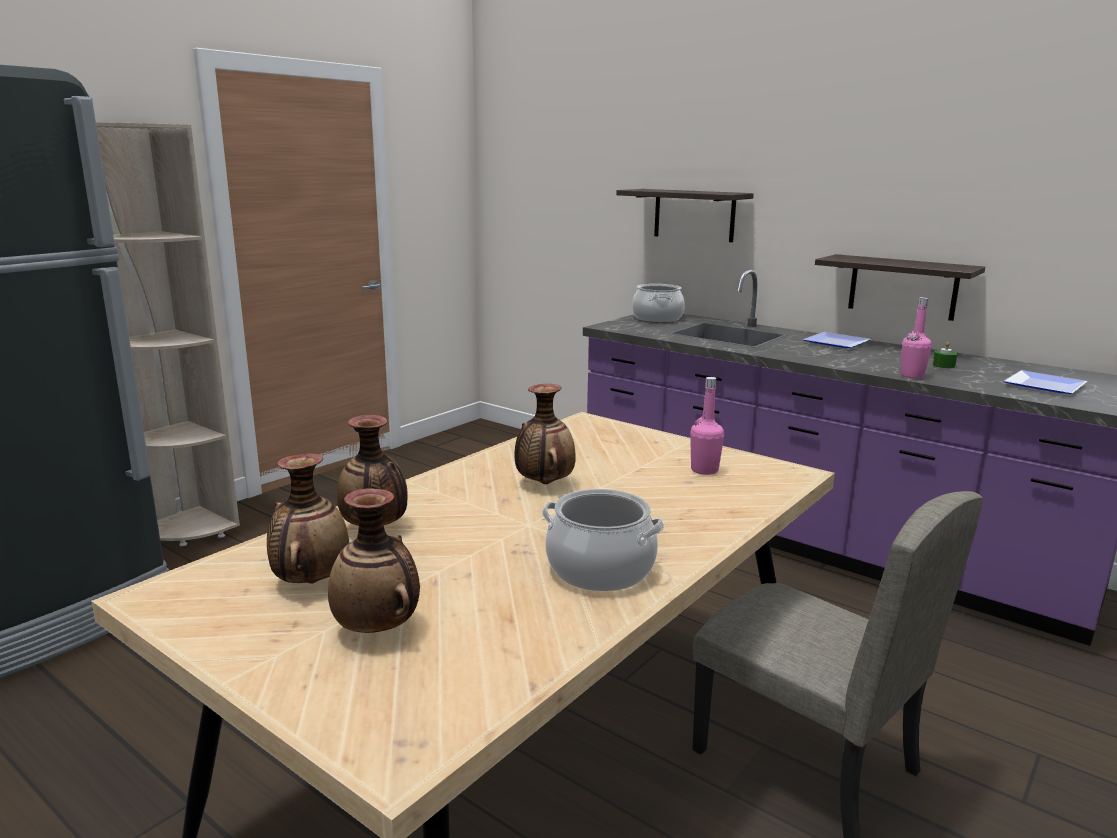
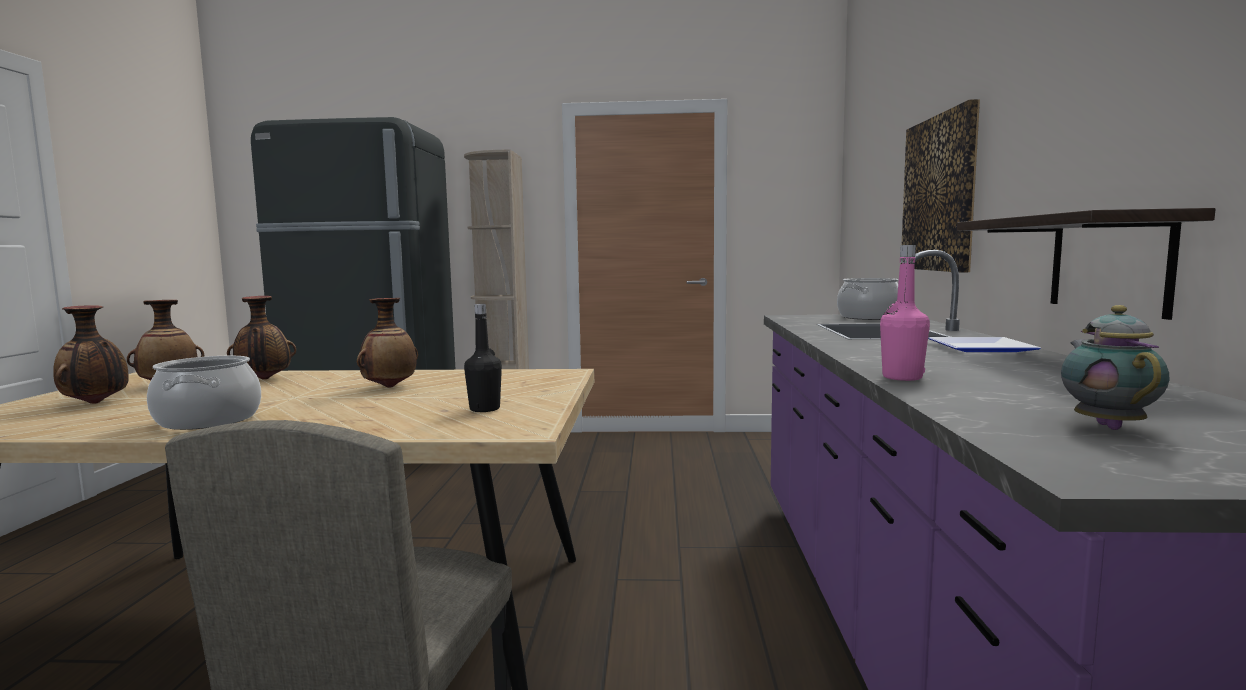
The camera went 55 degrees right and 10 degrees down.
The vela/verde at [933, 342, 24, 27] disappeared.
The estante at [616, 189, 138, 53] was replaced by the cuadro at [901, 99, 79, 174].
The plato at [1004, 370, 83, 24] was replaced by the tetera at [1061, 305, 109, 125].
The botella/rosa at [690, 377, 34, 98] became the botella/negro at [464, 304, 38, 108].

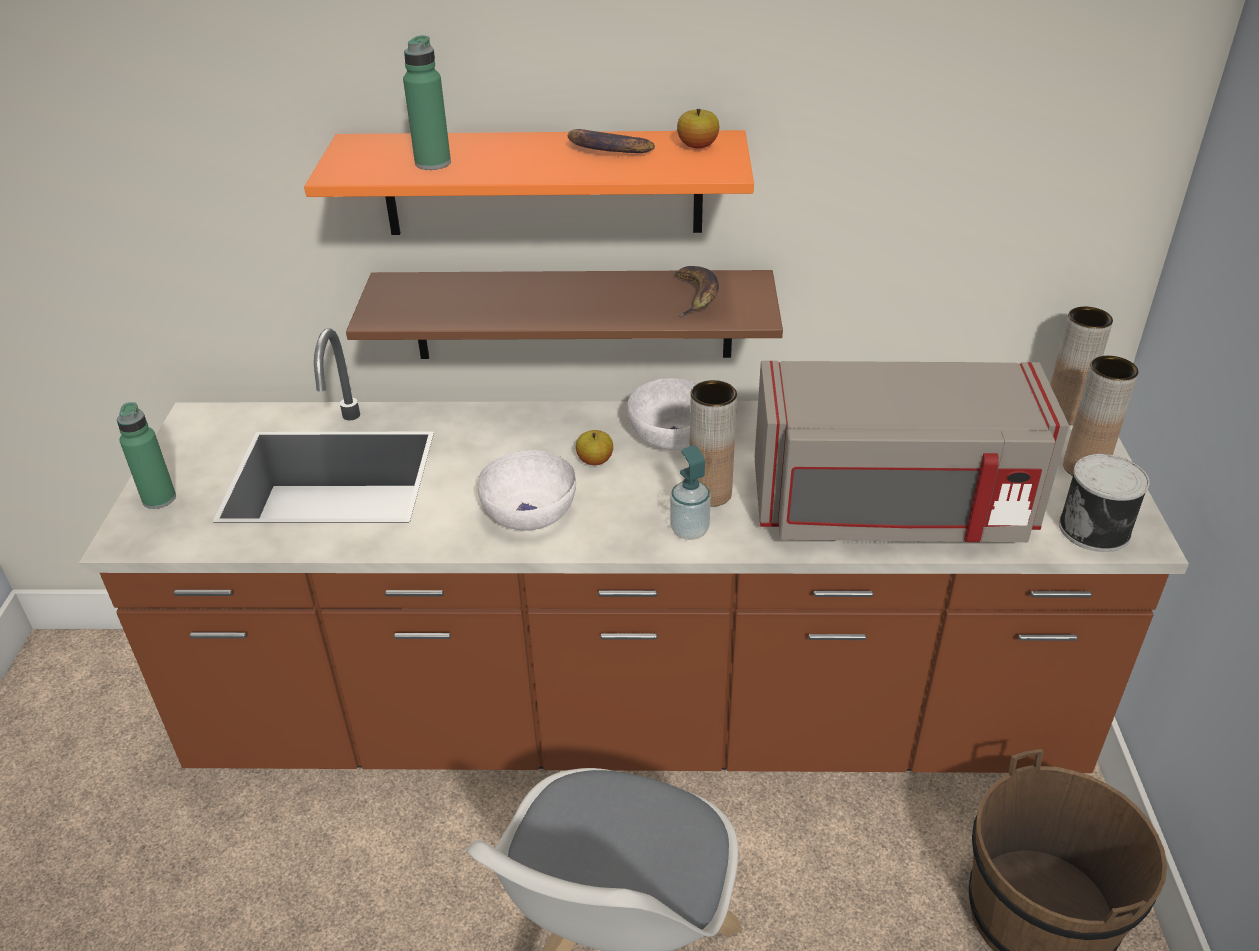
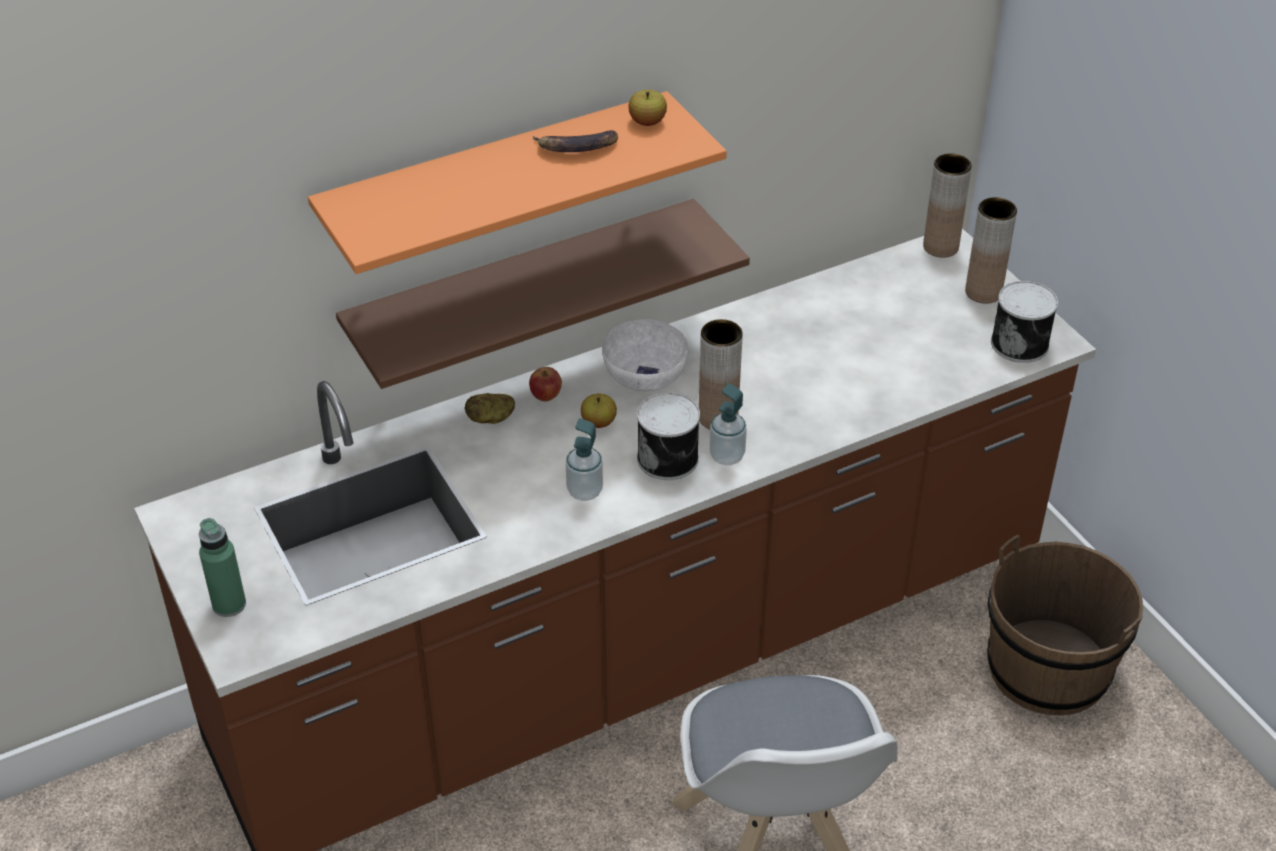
The camera went 30 degrees left and 5 degrees up.
The botella/verde at [403, 35, 48, 135] disappeared.
The plátano at [675, 266, 44, 51] disappeared.
The microondas/gris at [755, 361, 314, 181] disappeared.
The patata at [465, 393, 50, 31] appeared.
The manzana at [529, 367, 33, 34] appeared.
The lata at [637, 392, 63, 88] appeared.
The cuenco/blanco at [478, 450, 98, 81] was replaced by the dispensador de jabón at [566, 418, 37, 83].

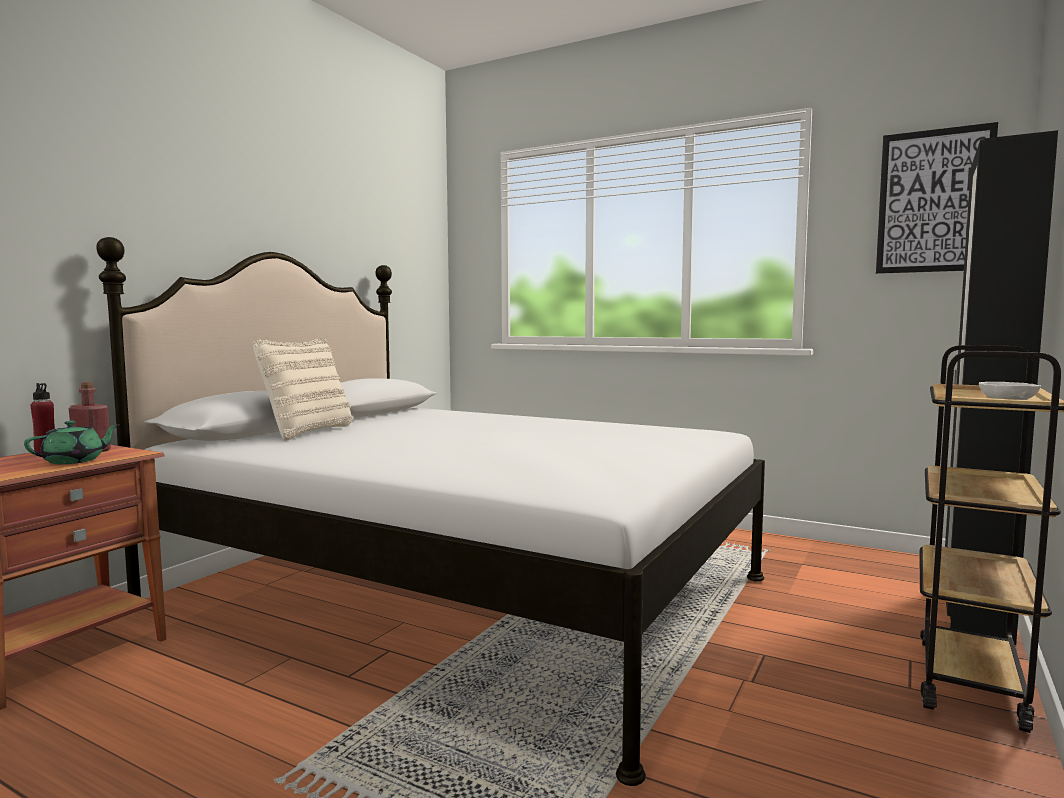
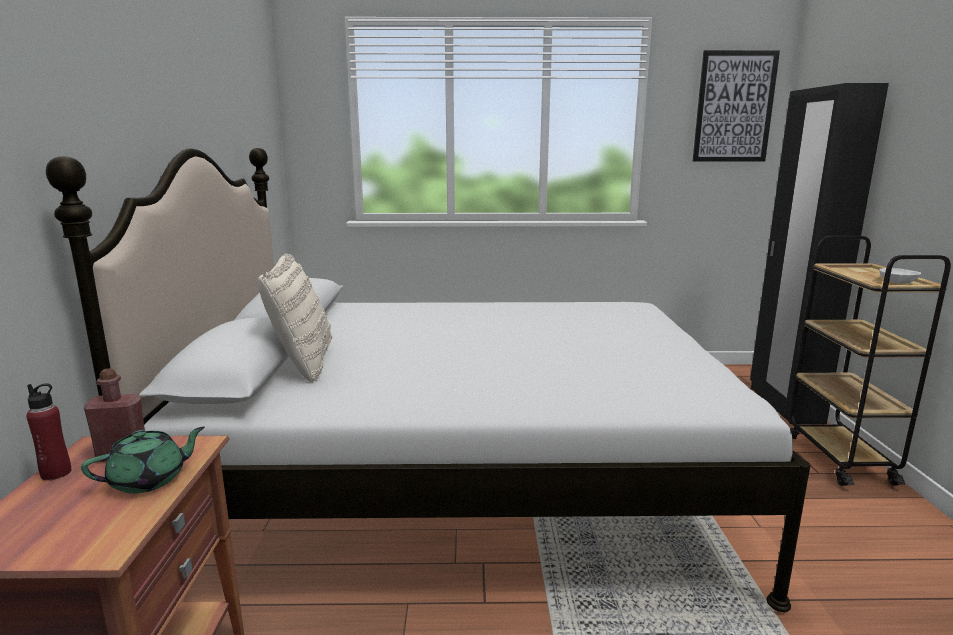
The camera went 30 degrees left and 10 degrees up.
The tetera/verde at [24, 421, 96, 43] turned 45 degrees clockwise.

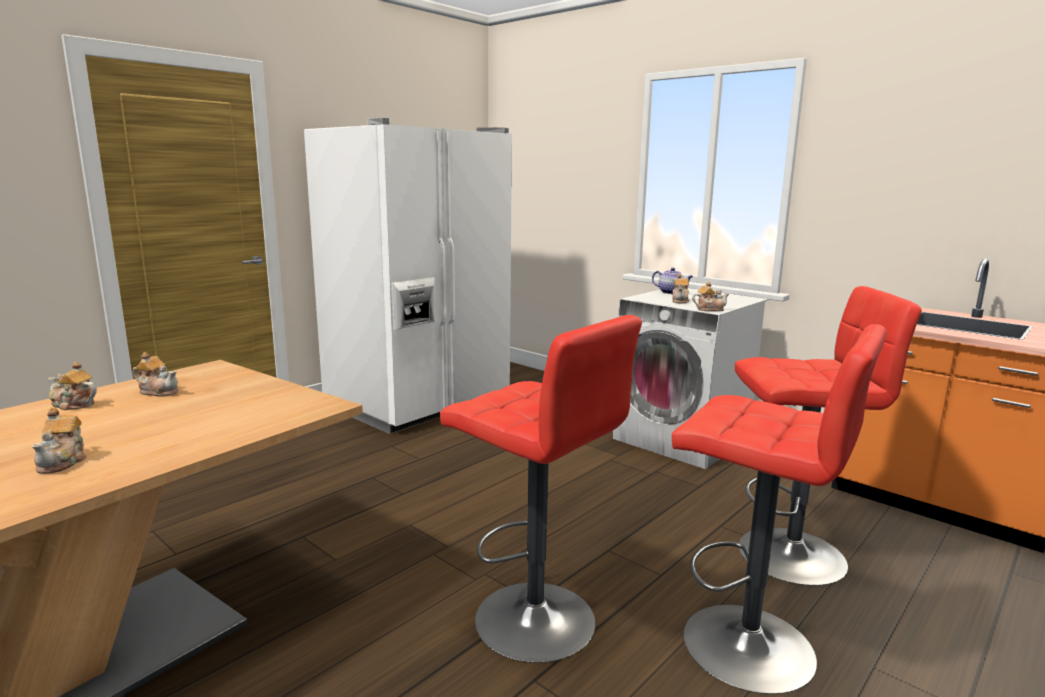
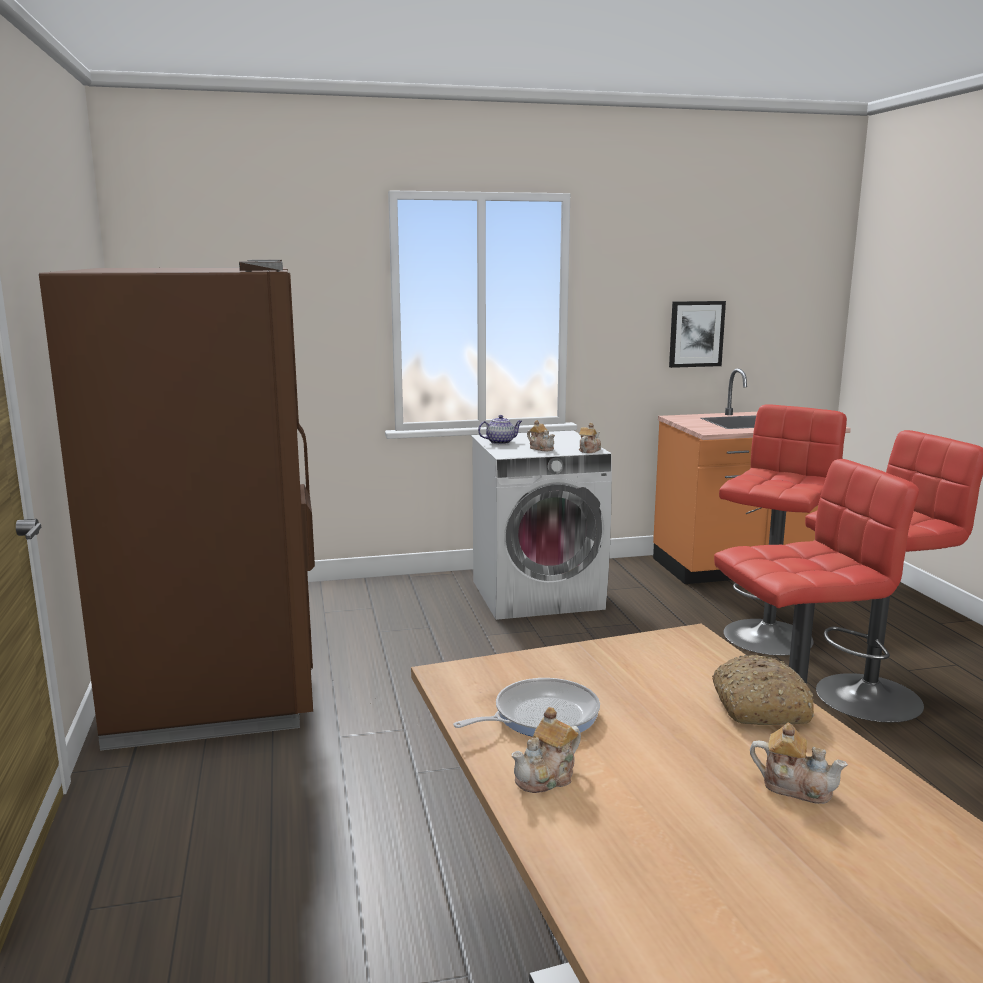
The camera went 55 degrees left and 0 degrees up.
The cuadro at [669, 301, 57, 67] appeared.
The pan at [712, 655, 102, 70] appeared.
The tetera at [133, 352, 46, 45] was replaced by the sartén at [453, 678, 147, 59].
The nevera/blanco at [304, 118, 208, 316] became the nevera/marrón at [39, 260, 276, 491].

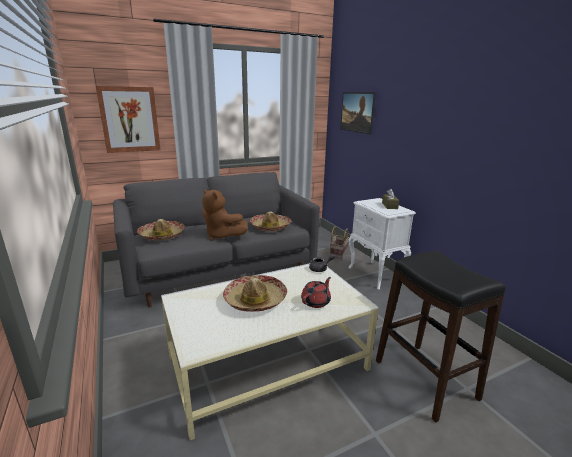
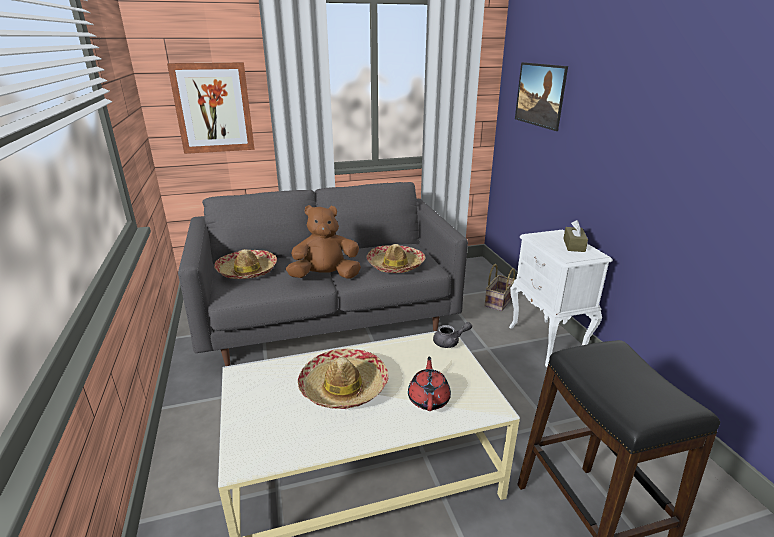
The camera went 10 degrees right and 5 degrees up.
The peluche/marrón at [202, 189, 46, 52] turned 120 degrees clockwise.
The tetera/rojo at [301, 277, 30, 31] turned 45 degrees counterclockwise.

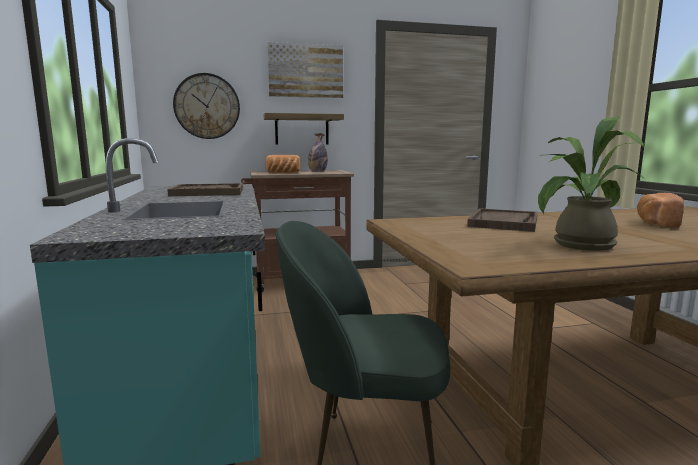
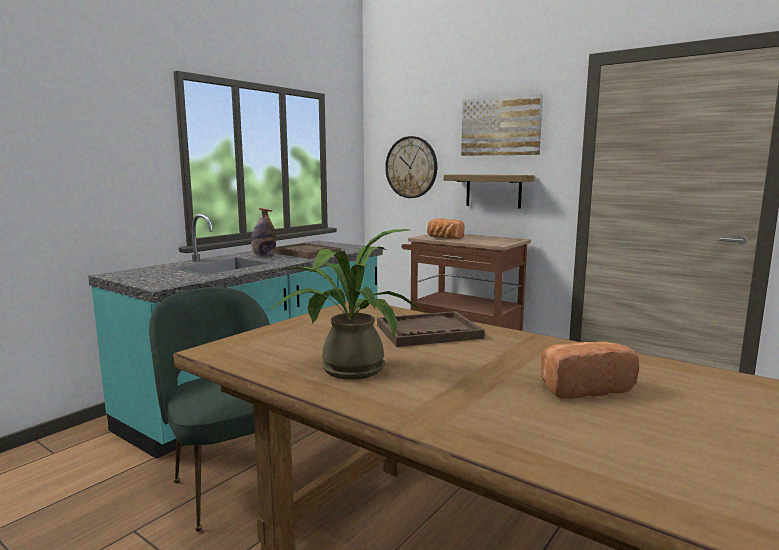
The camera went 50 degrees right and 0 degrees up.
The botella moved from [308, 133, 20, 39] to [251, 208, 25, 48].

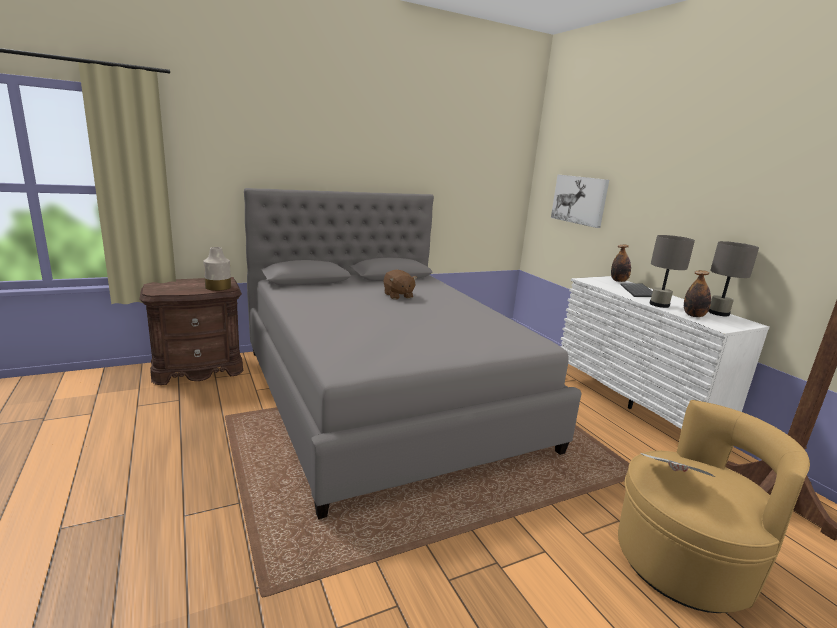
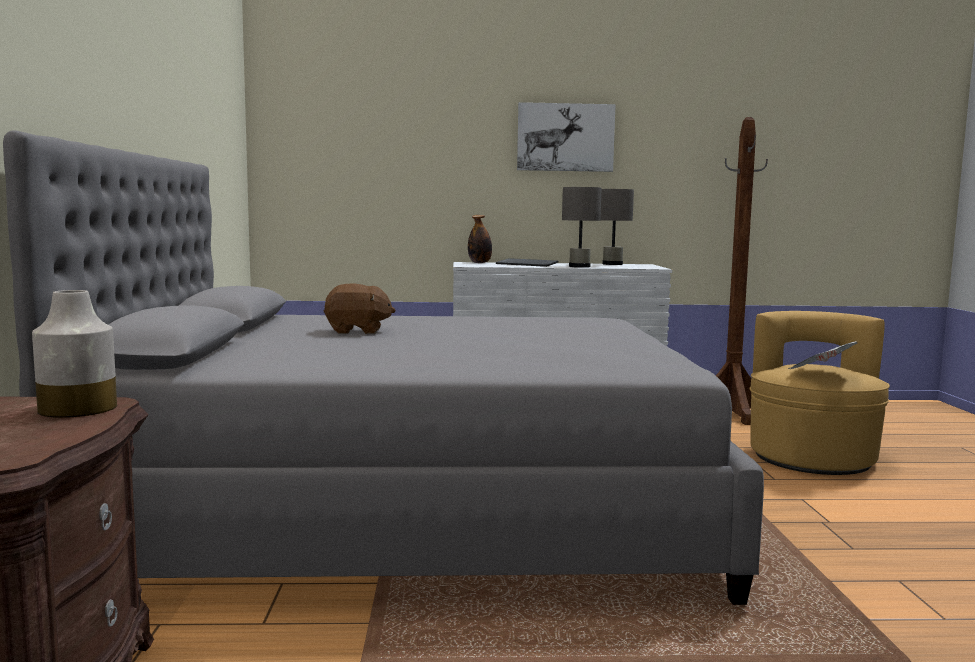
The camera went 65 degrees left and 10 degrees down.
The botella at [684, 270, 27, 47] disappeared.
The cuadro moved from [551, 175, 58, 53] to [517, 102, 99, 70].

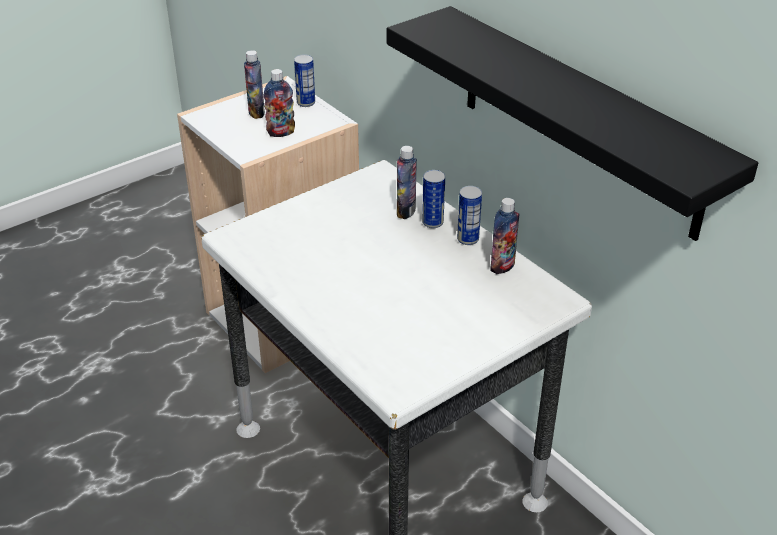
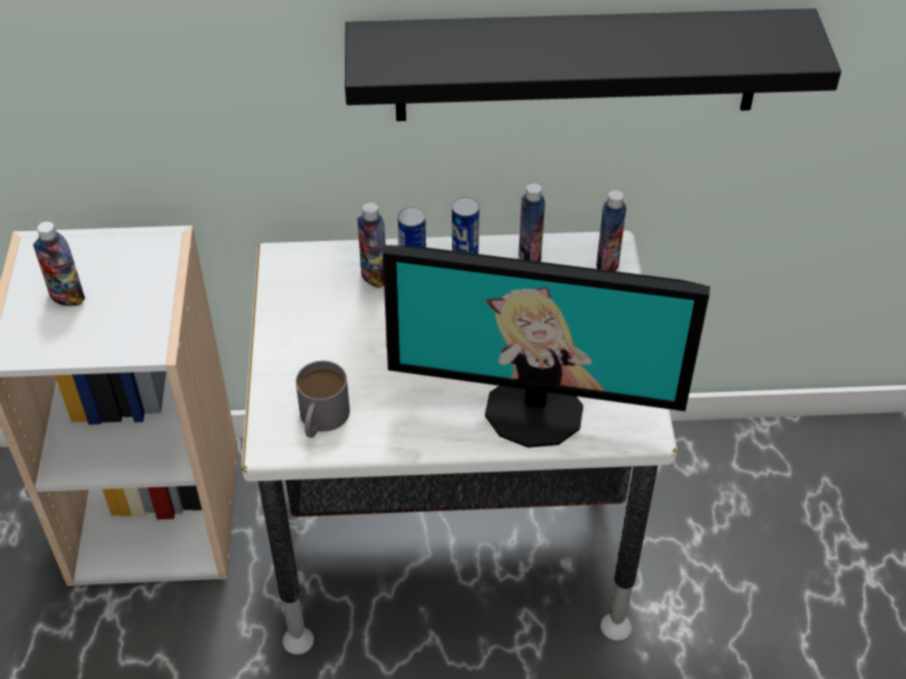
The camera went 55 degrees left and 10 degrees up.
The lata at [294, 54, 21, 53] disappeared.
The taza grande/gris at [296, 361, 54, 77] appeared.
The monitor at [383, 245, 327, 203] appeared.
The botella moved from [264, 69, 31, 68] to [596, 190, 30, 81].

